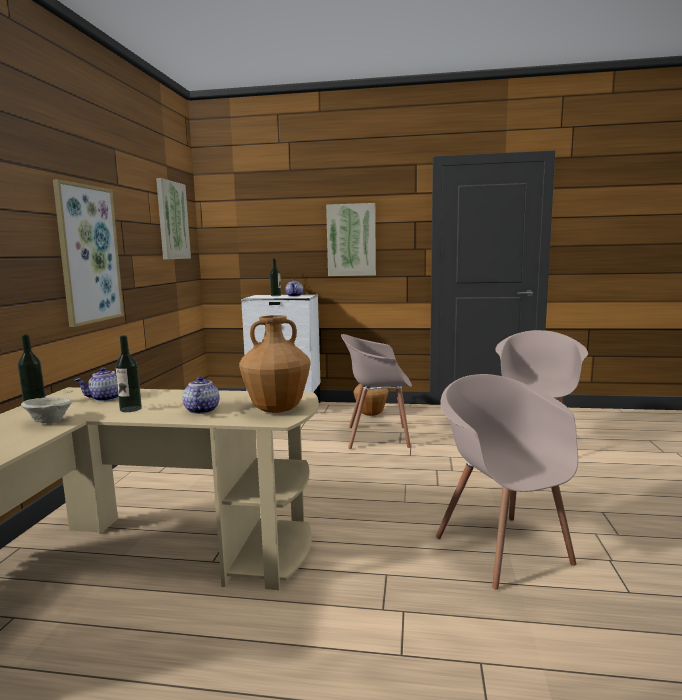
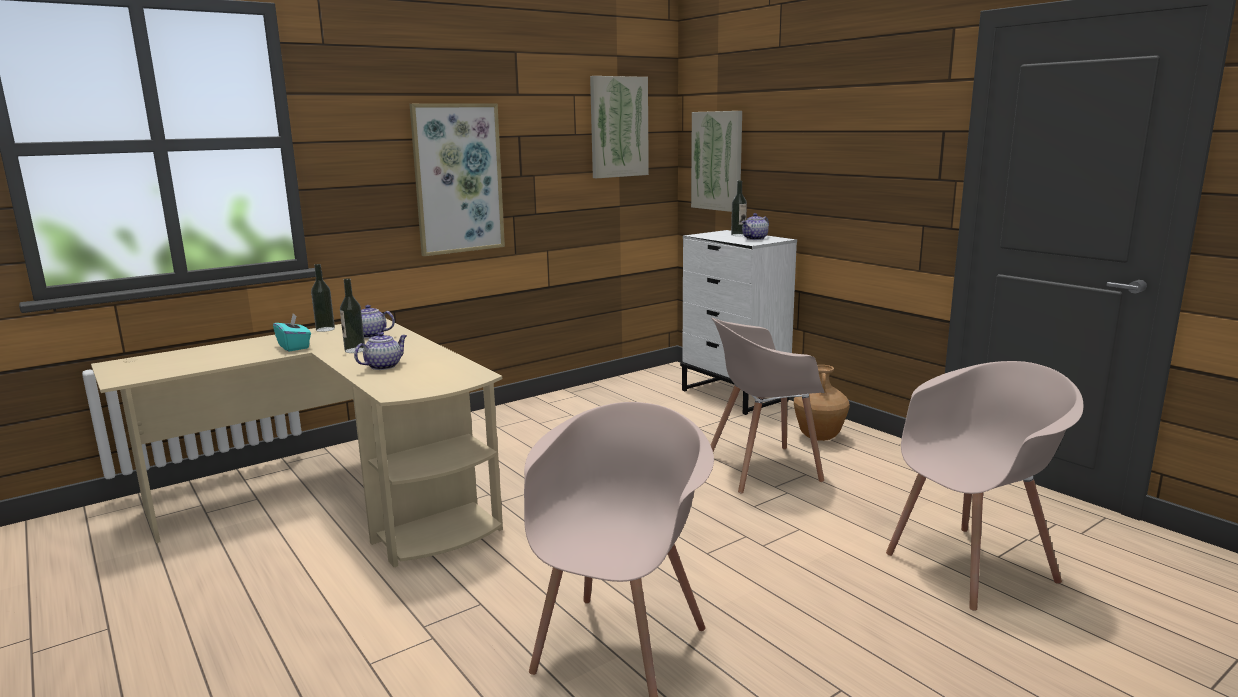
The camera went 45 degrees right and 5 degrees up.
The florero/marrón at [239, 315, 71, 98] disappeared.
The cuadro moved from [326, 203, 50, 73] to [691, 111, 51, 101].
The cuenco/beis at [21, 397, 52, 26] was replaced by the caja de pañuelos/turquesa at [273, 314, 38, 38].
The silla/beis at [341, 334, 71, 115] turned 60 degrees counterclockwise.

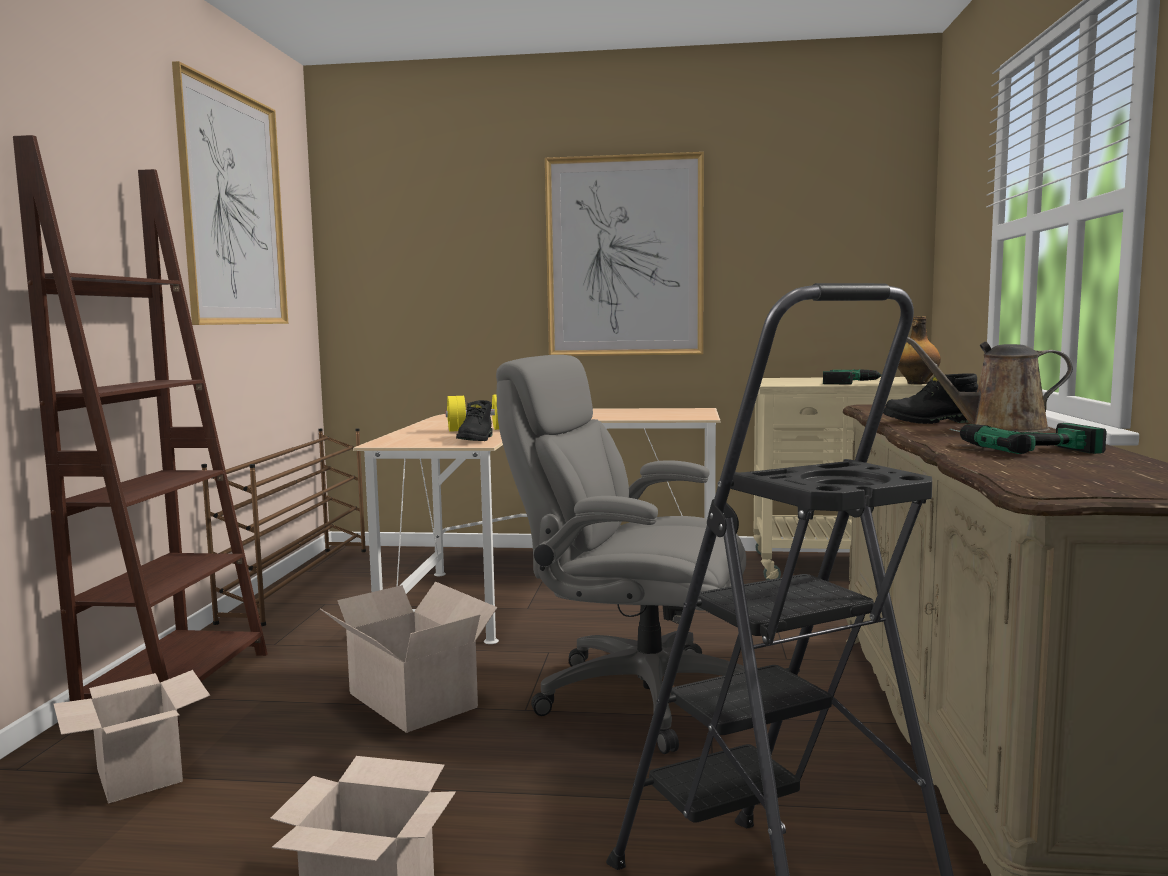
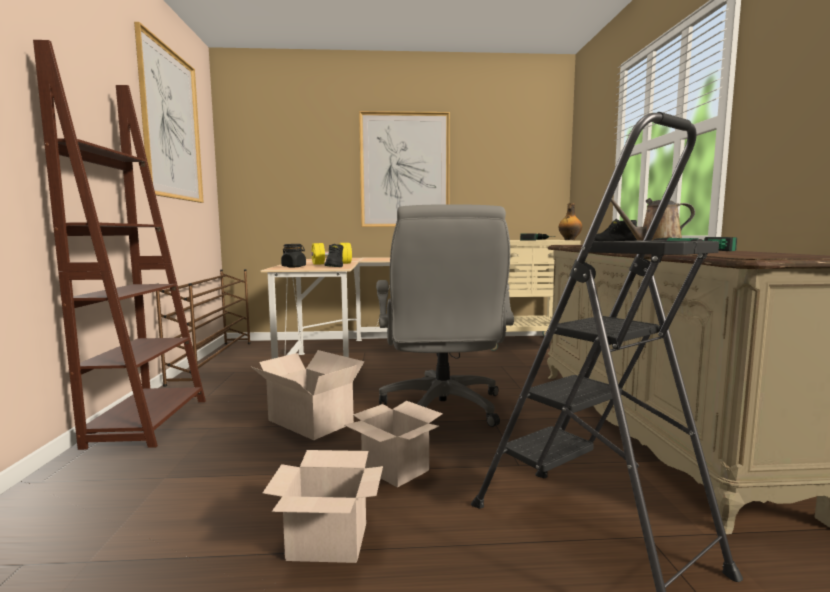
The camera went 10 degrees left and 0 degrees up.
The tarro/negro at [281, 244, 25, 23] appeared.
The caja de cartón moved from [53, 670, 157, 134] to [345, 401, 98, 87].
The silla de oficina/gris at [496, 355, 250, 399] turned 105 degrees counterclockwise.

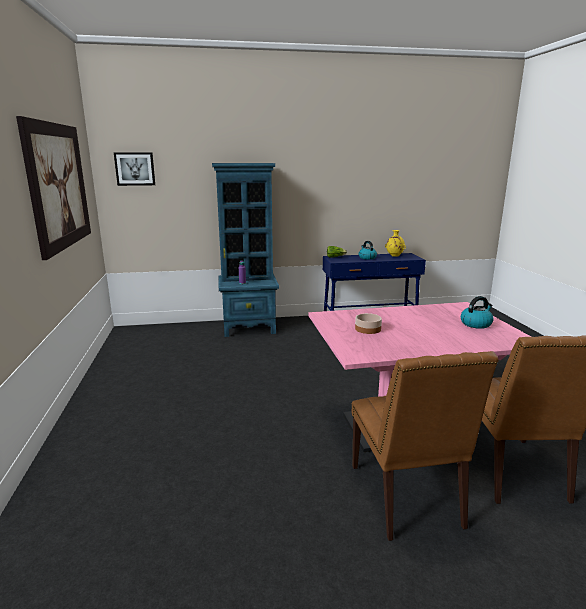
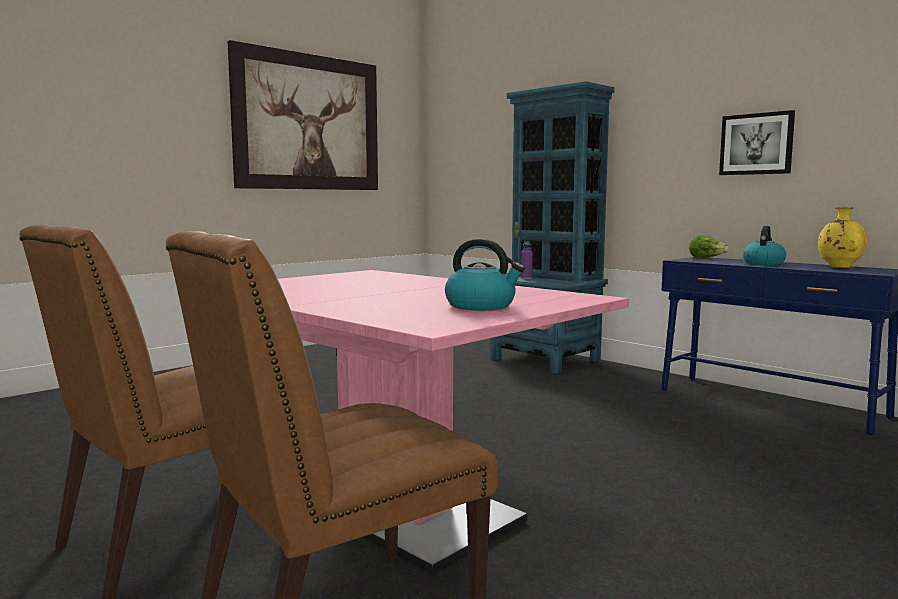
The camera went 55 degrees right and 10 degrees down.
The cuenco at [355, 313, 27, 21] disappeared.
The cuadro moved from [114, 152, 41, 34] to [719, 110, 76, 65].

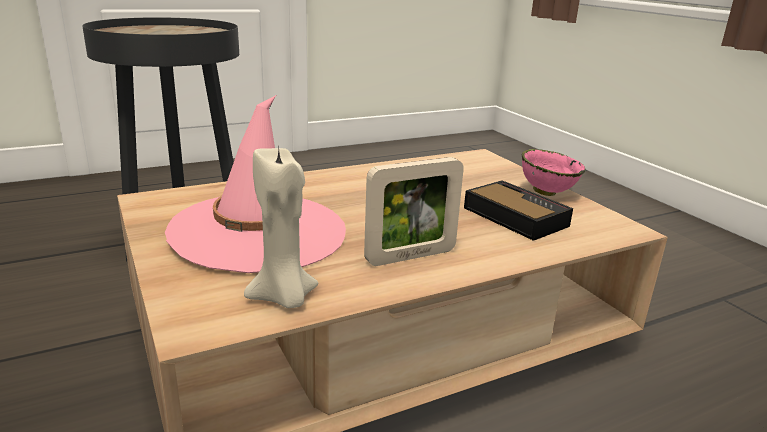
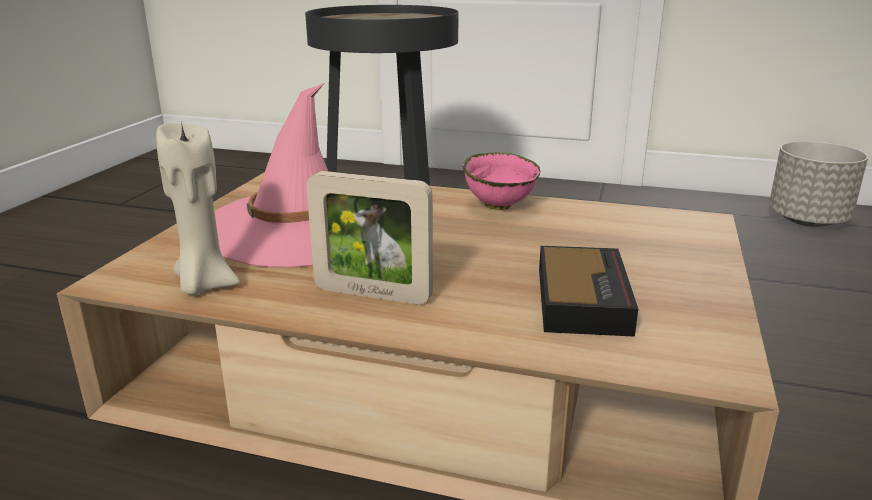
The camera went 45 degrees right and 0 degrees up.
The maceta/gris at [769, 141, 99, 86] appeared.
The cuenco/rosa moved from [522, 149, 63, 47] to [463, 152, 77, 58].

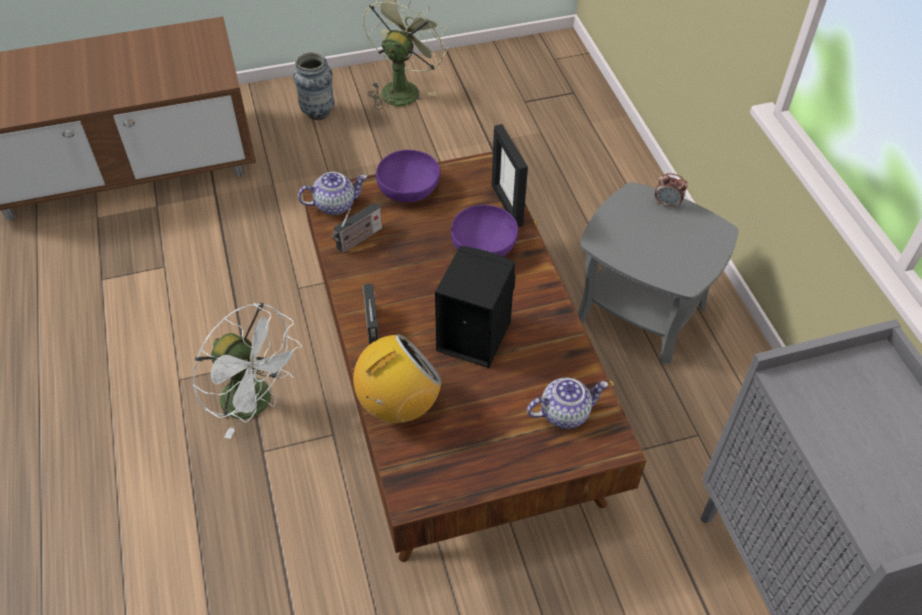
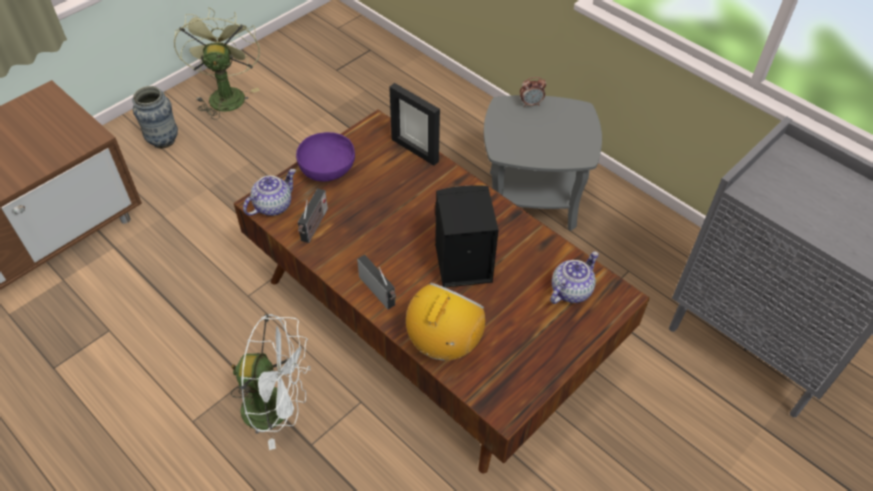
The camera went 30 degrees left and 0 degrees up.
The cuenco/morado at [451, 205, 67, 51] disappeared.

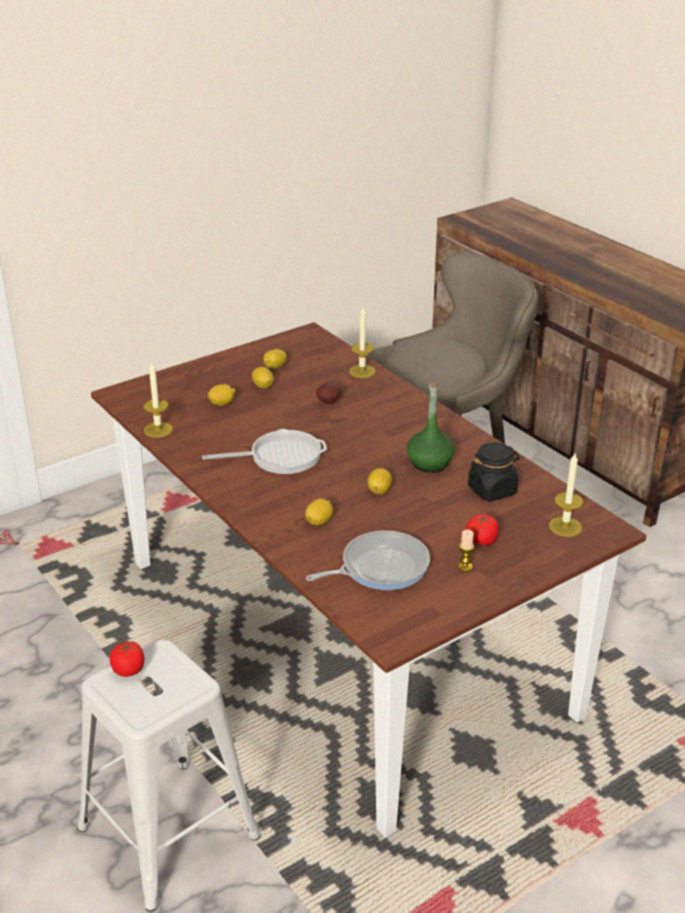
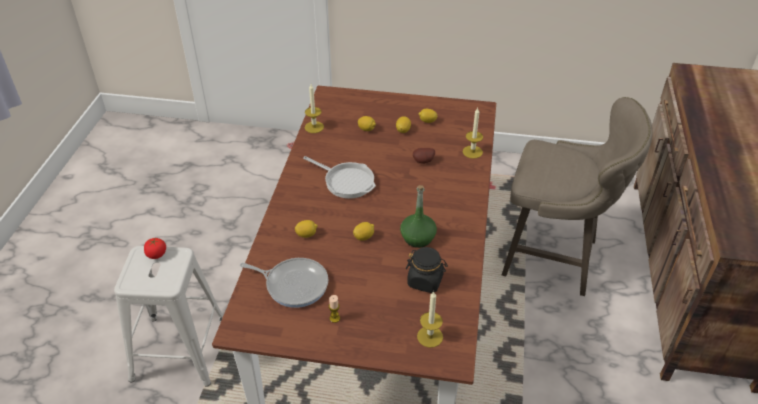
The camera went 45 degrees right and 10 degrees up.
The tomate at [466, 514, 33, 32] disappeared.

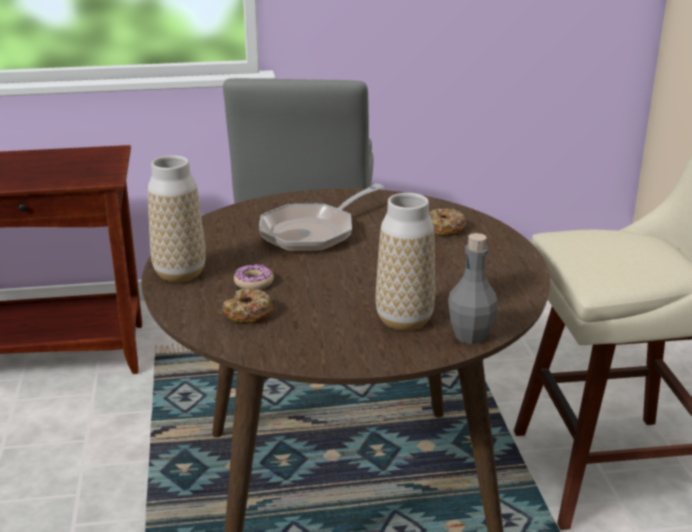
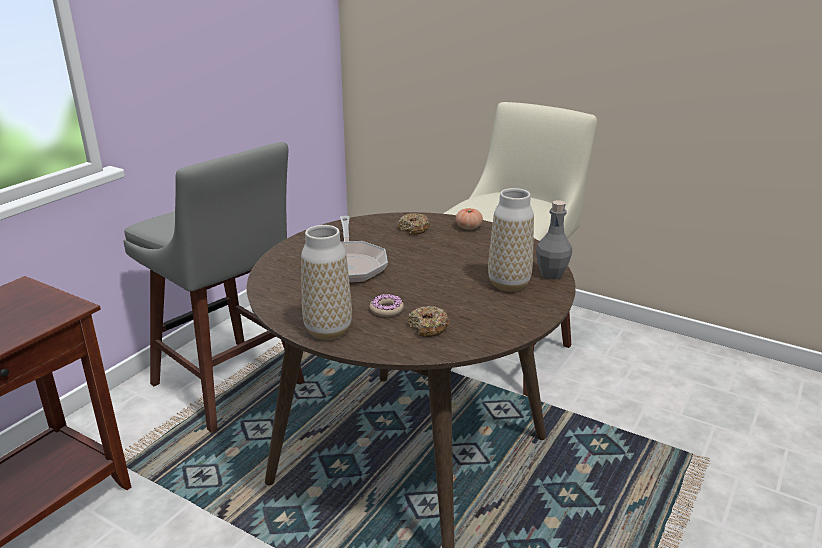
The camera went 50 degrees left and 0 degrees up.
The tomate at [456, 208, 27, 22] appeared.

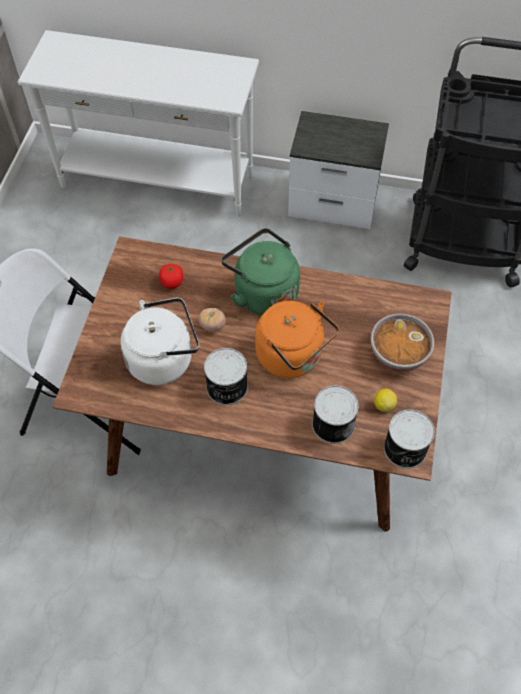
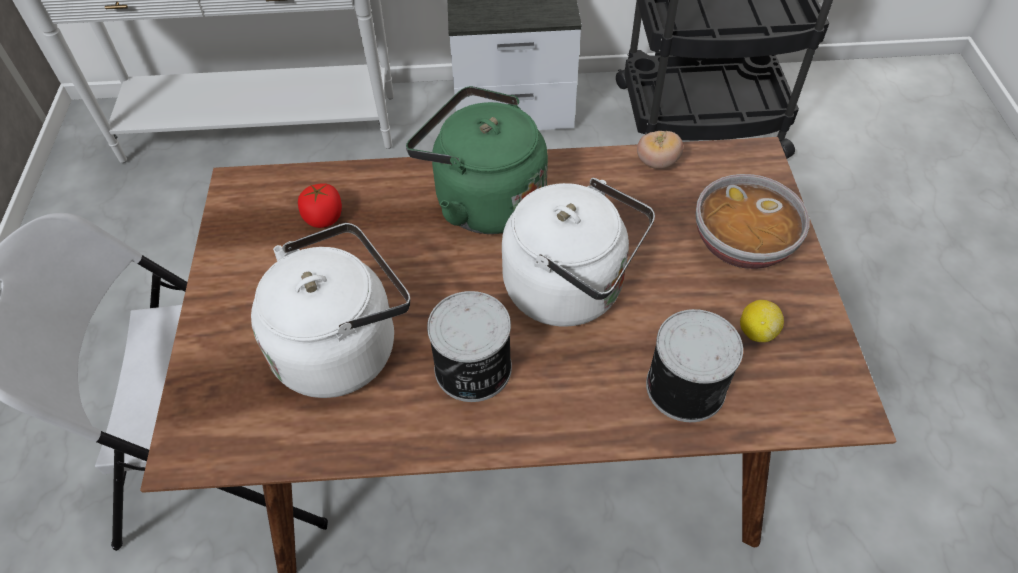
The camera went 15 degrees left and 5 degrees down.
The lata at [384, 409, 51, 60] disappeared.
The tomate moved from [198, 308, 28, 24] to [637, 131, 46, 38].
The hervidor/naranja at [255, 301, 84, 77] became the hervidor/blanco at [502, 178, 153, 149].

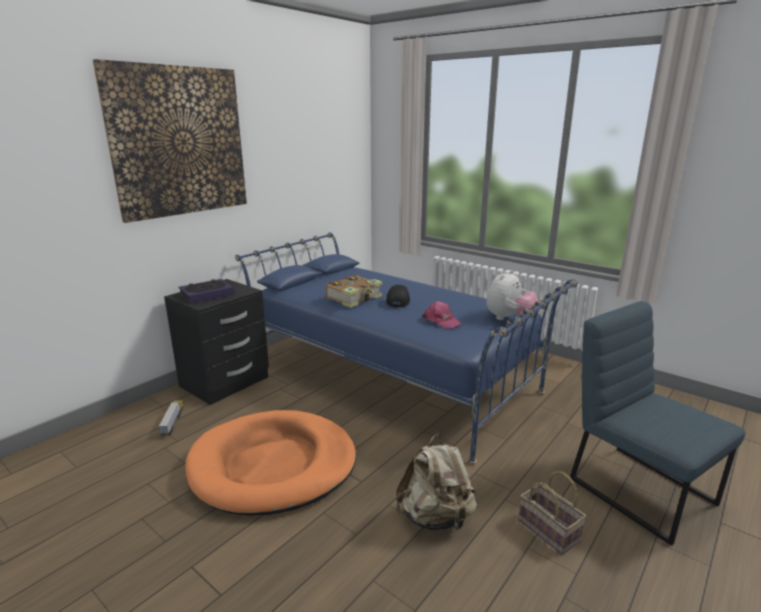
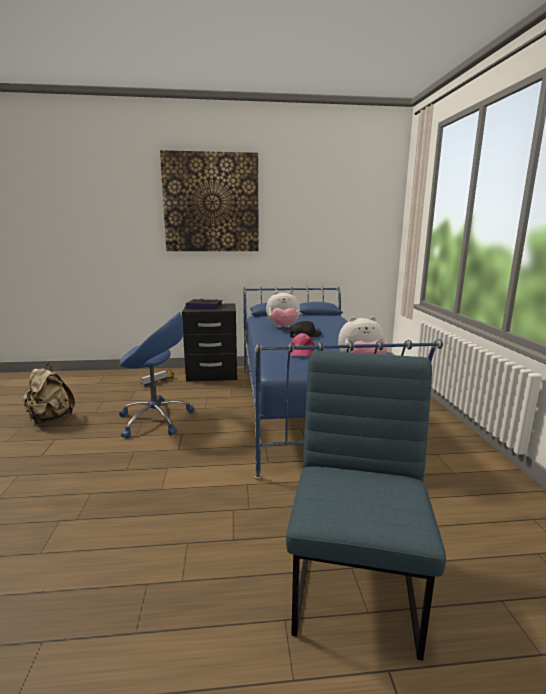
The camera went 45 degrees right and 5 degrees down.
The cesta at [518, 471, 68, 84] disappeared.
The mochila/beis moved from [396, 434, 81, 98] to [22, 363, 53, 61].
The cama para perro/naranja at [185, 410, 171, 106] was replaced by the silla de oficina/azul at [119, 312, 75, 127].
The libro at [326, 275, 56, 33] was replaced by the peluche at [266, 291, 34, 37].

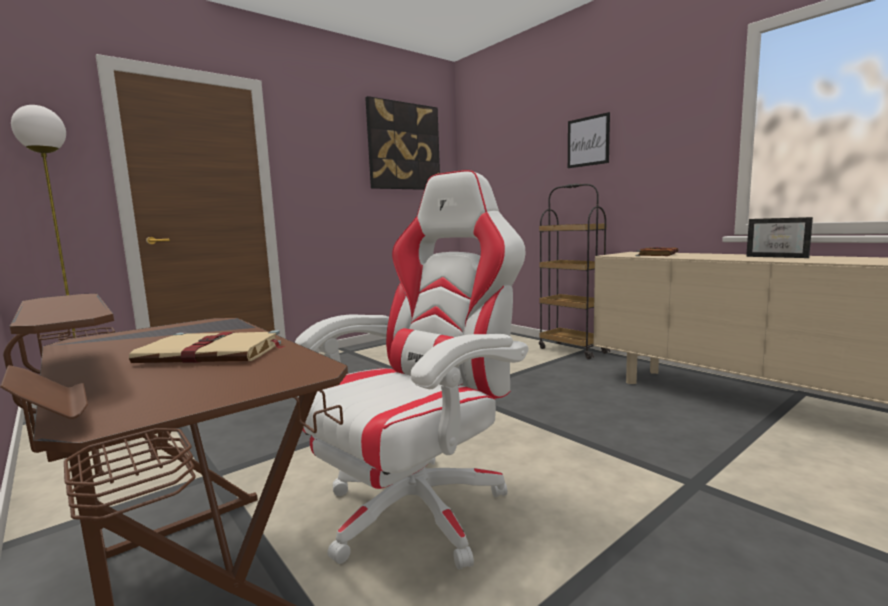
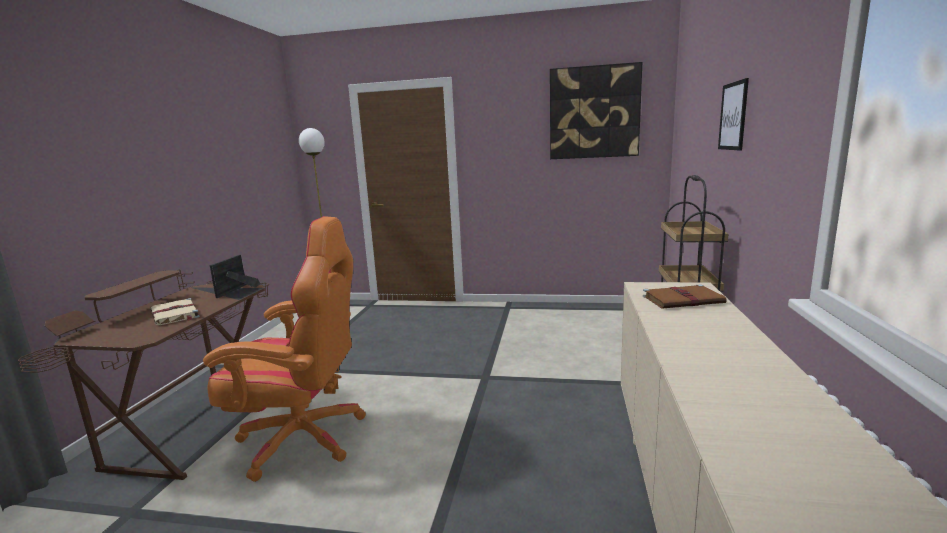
The camera went 50 degrees right and 5 degrees up.
The portarretratos moved from [746, 217, 67, 41] to [210, 255, 50, 43].
The silla de oficina/blanco at [295, 170, 233, 400] became the silla de oficina/naranja at [203, 216, 163, 266].

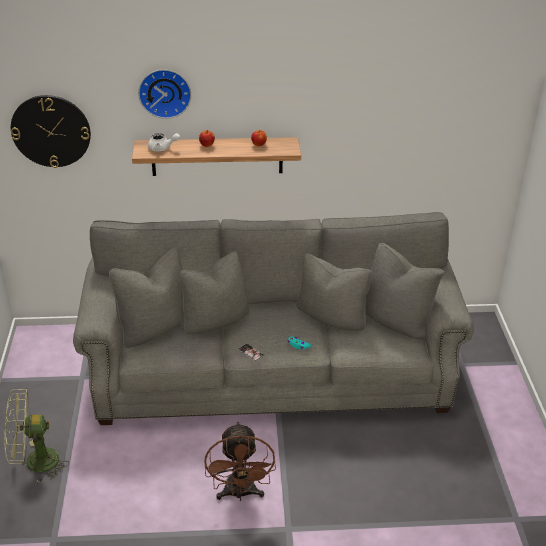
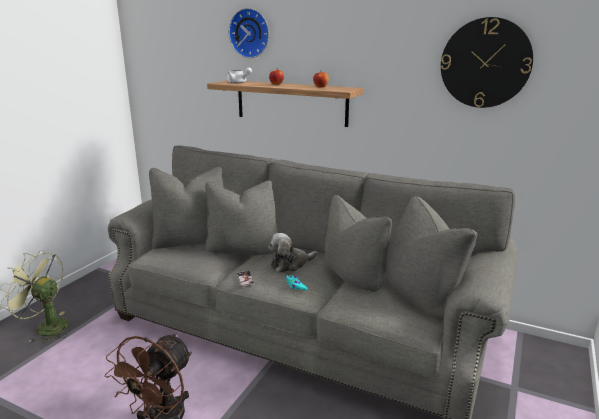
The camera went 30 degrees right and 15 degrees down.
The peluche at [268, 233, 50, 39] appeared.
The reloj de pared moved from [11, 95, 80, 73] to [441, 17, 92, 91].

